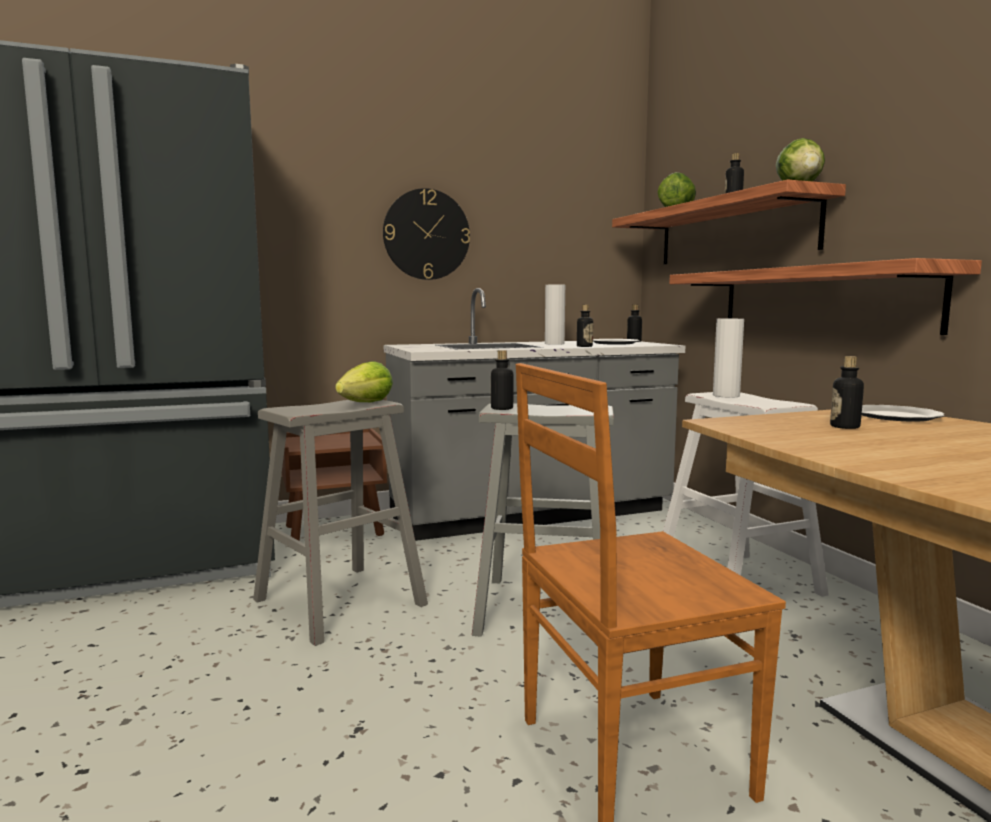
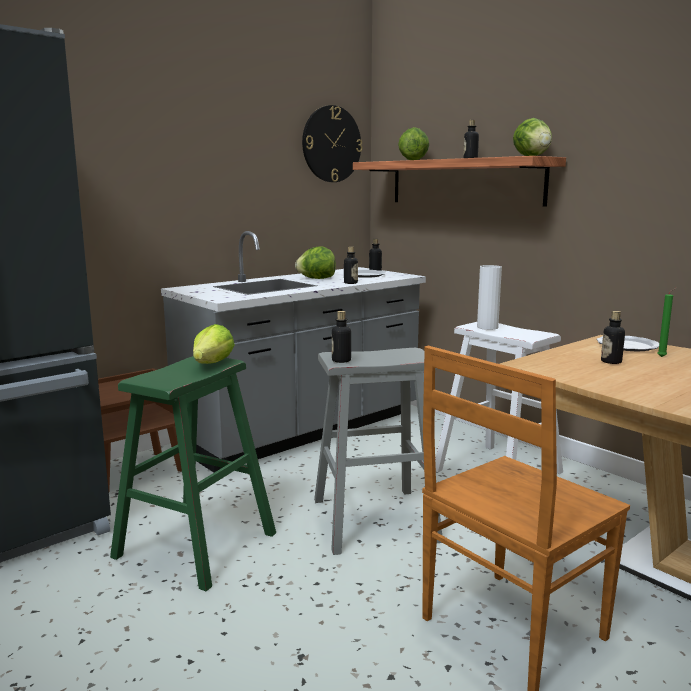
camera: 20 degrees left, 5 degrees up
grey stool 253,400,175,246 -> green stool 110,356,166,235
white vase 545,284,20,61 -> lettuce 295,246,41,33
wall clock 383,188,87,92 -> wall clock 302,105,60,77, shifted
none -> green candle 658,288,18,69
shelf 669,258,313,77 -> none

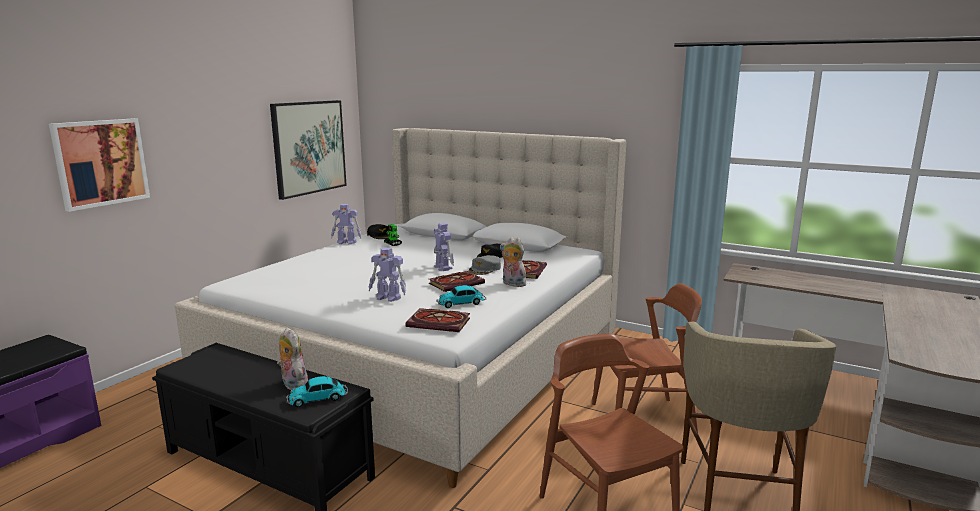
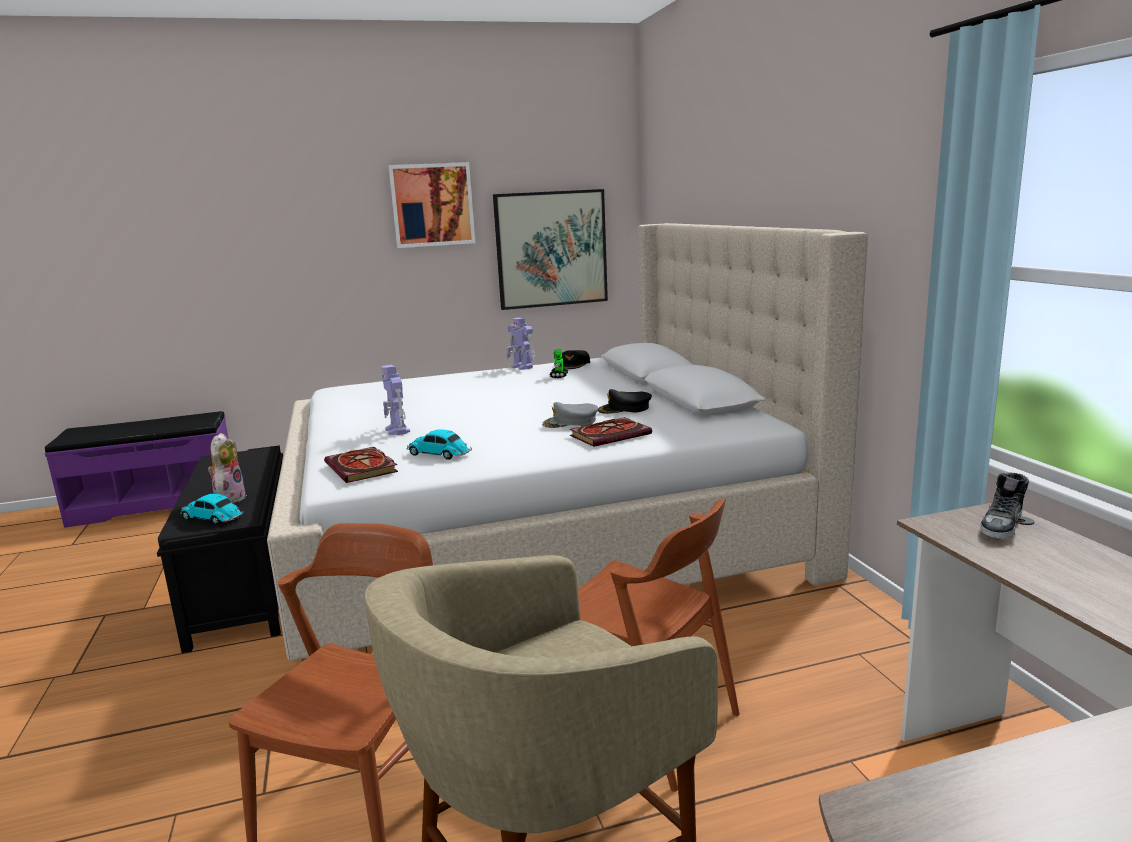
camera: 45 degrees right, 0 degrees up
picture 49,118,101,94 -> picture 388,162,87,86, shifted
none -> shoe 980,472,49,67
book 429,271,56,21 -> none
toy robot 434,223,20,48 -> none
plush toy 500,237,26,50 -> none

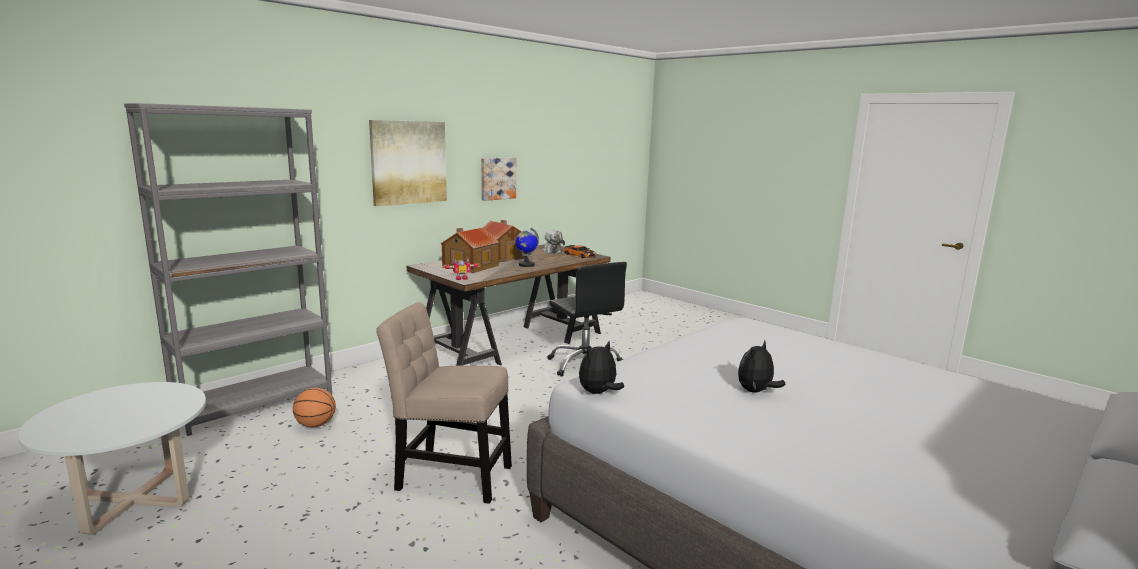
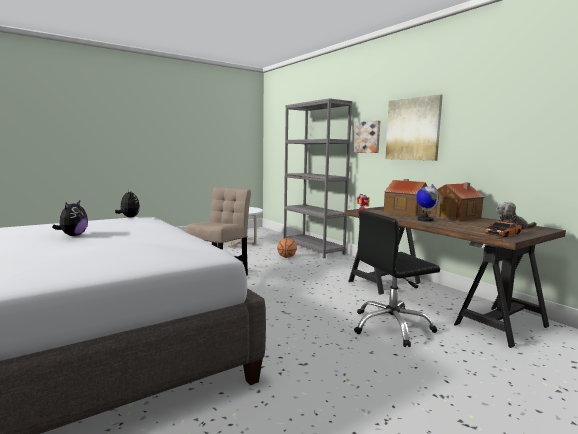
camera: 100 degrees right, 5 degrees down
plush toy 738,340,48,53 -> plush toy 52,200,36,36, 45 degrees clockwise
picture 481,158,35,43 -> picture 354,121,26,32, shifted

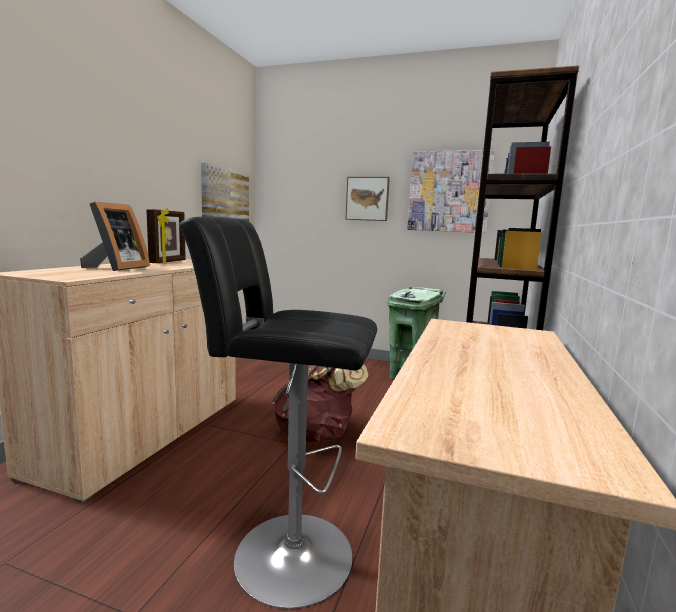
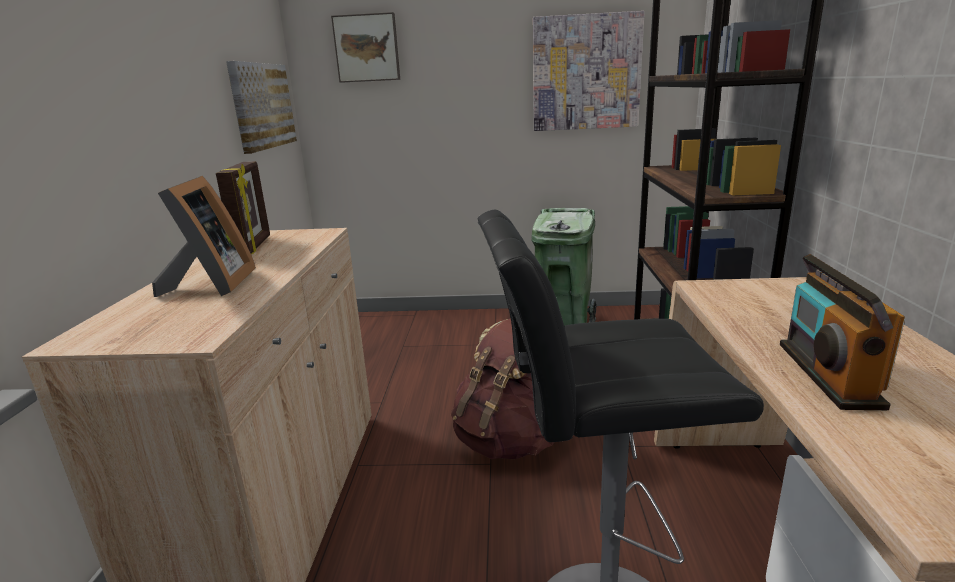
camera: 15 degrees left, 10 degrees up
picture 346,177,44,44 -> picture 331,12,69,71, shifted
none -> radio 780,254,125,156

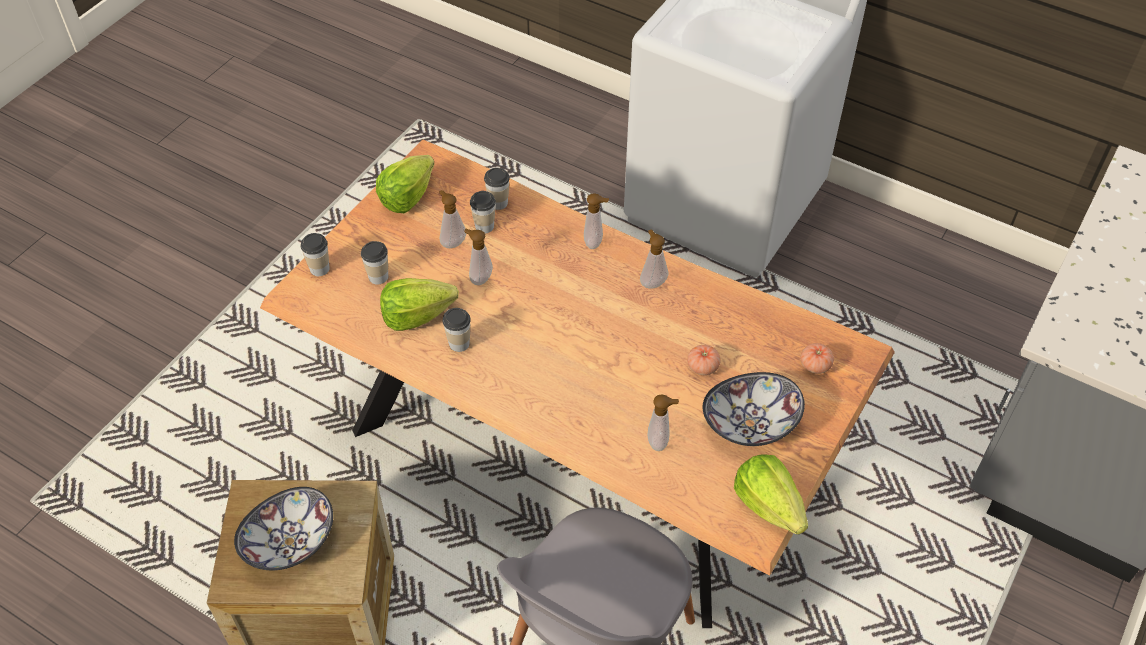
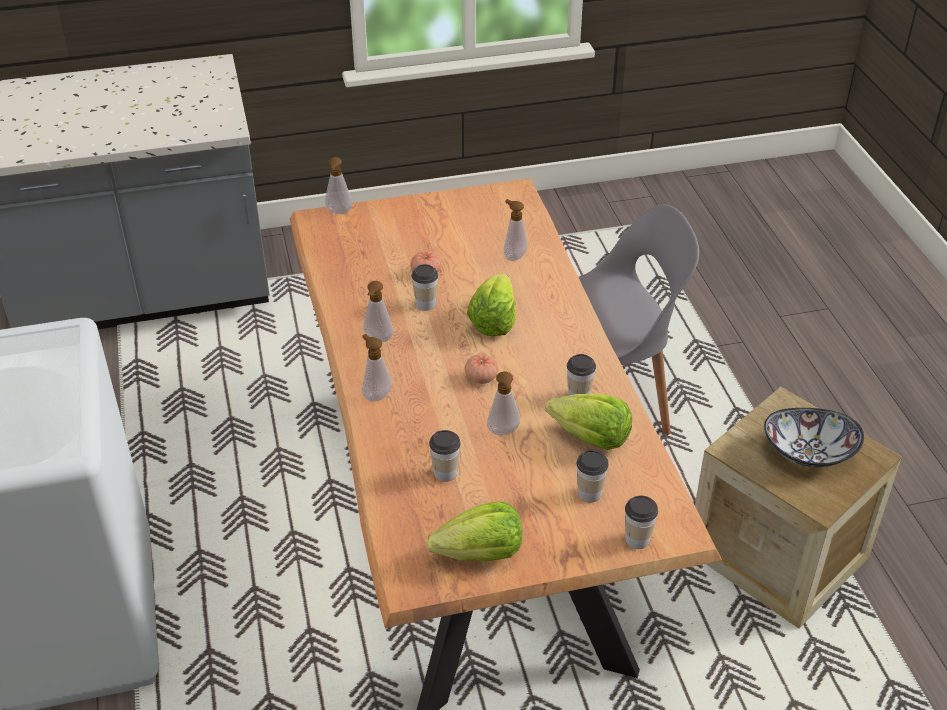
camera: 135 degrees left, 10 degrees down
soap dispenser 439,190,27,58 -> soap dispenser 325,157,28,57, shifted
cup 484,168,26,42 -> cup 411,264,27,47, shifted
tomato 800,343,34,31 -> tomato 465,354,33,30, shifted
lettuce 734,455,74,80 -> lettuce 467,273,49,63, shifted
bowl 703,372,102,74 -> none

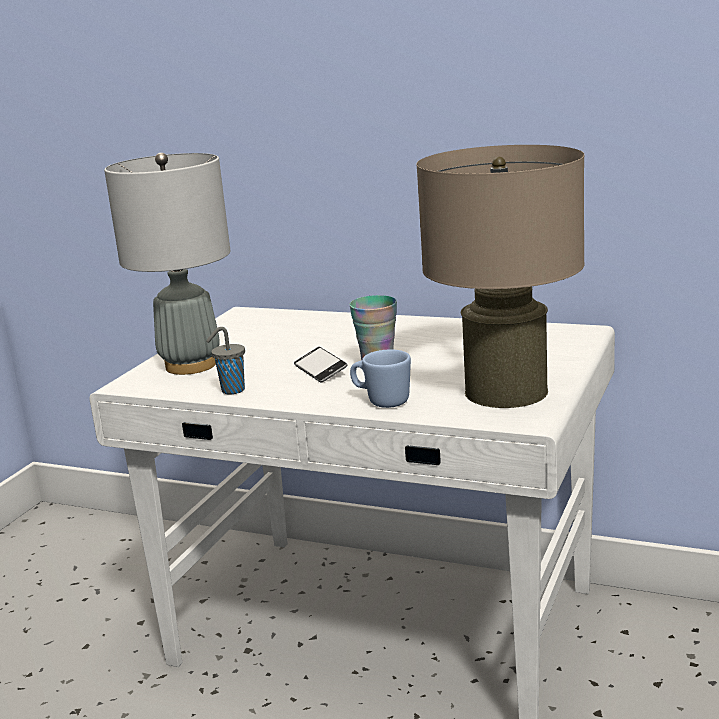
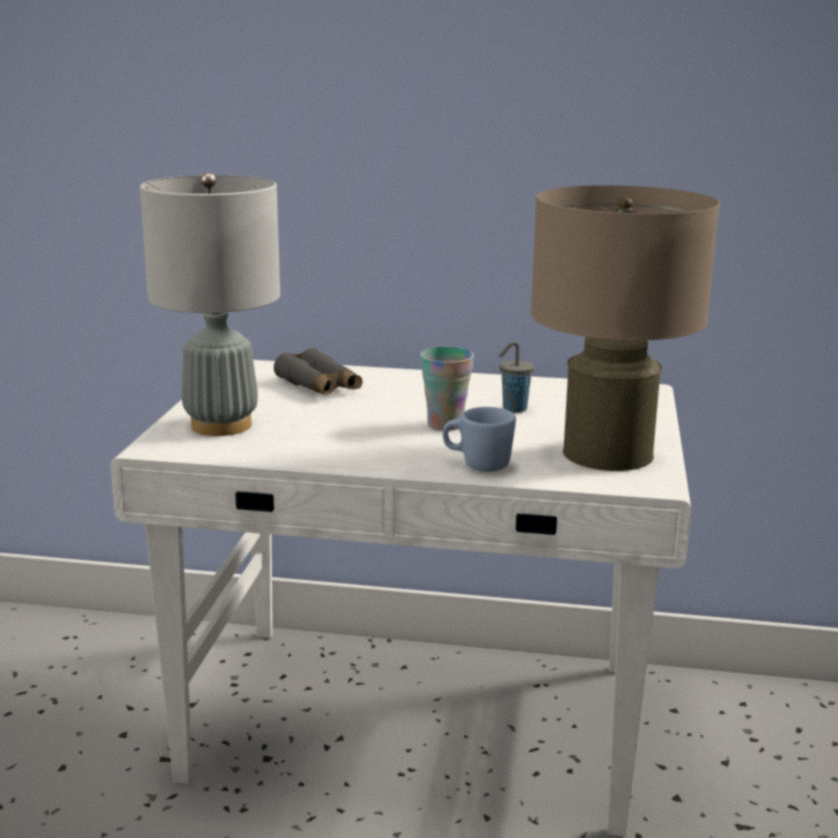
camera: 15 degrees left, 0 degrees up
none -> grey binoculars 274,348,89,47
grey cup 206,327,39,67 -> grey cup 499,341,35,71, shifted
phone 294,347,53,35 -> none

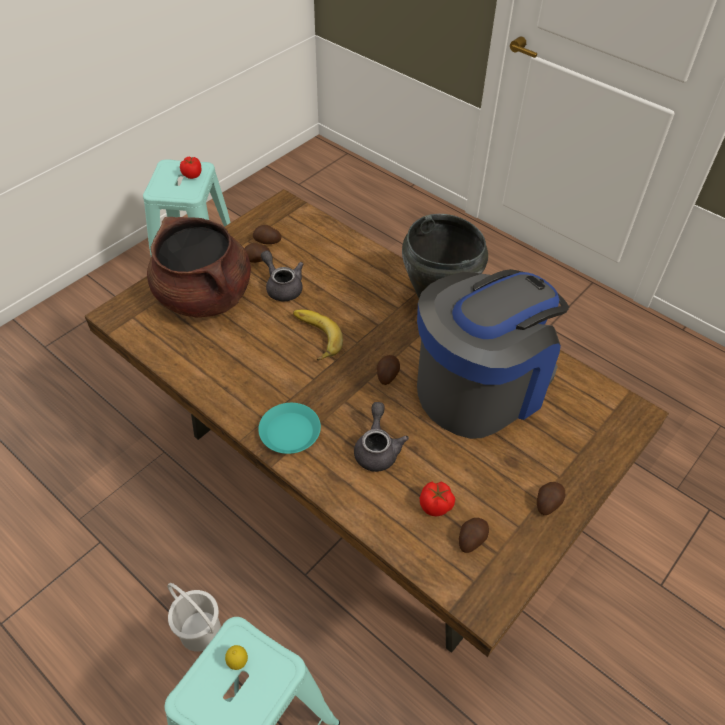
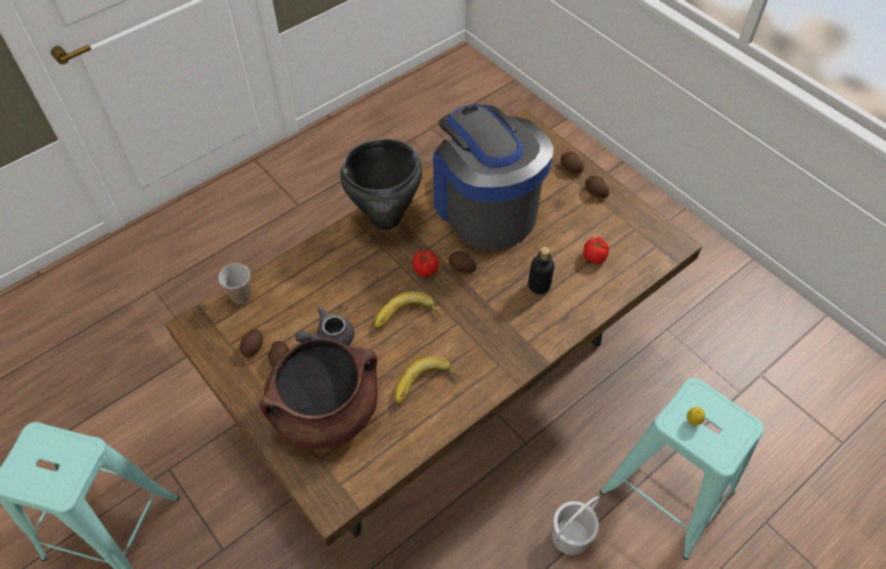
camera: 80 degrees left, 5 degrees up
none -> cup 219,263,33,41
none -> banana 394,356,65,49
tomato 180,157,22,22 -> tomato 413,251,26,26, shifted
grey teapot 354,402,55,70 -> bottle 528,247,27,47
potato 459,518,30,35 -> potato 560,152,24,22, shifted
turquoise plate 258,403,63,51 -> none

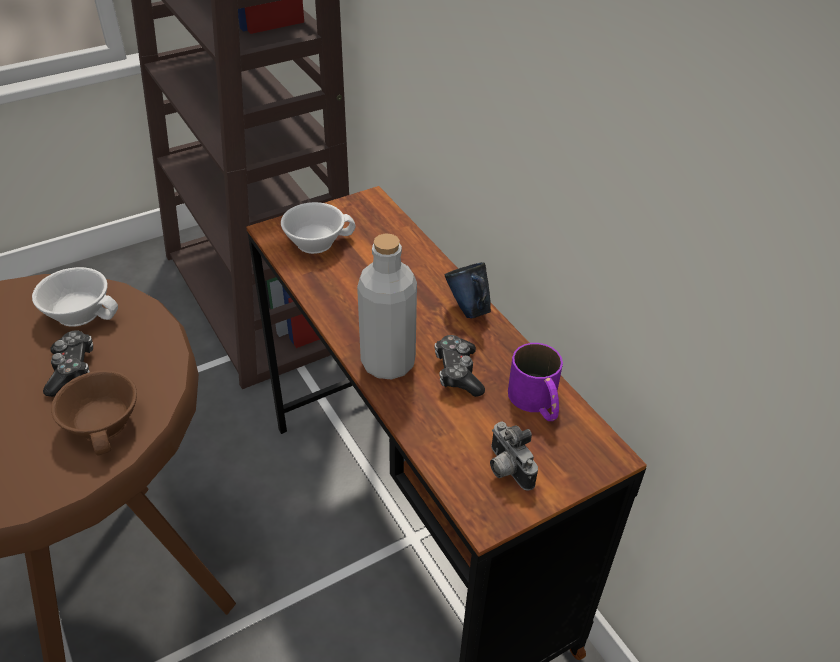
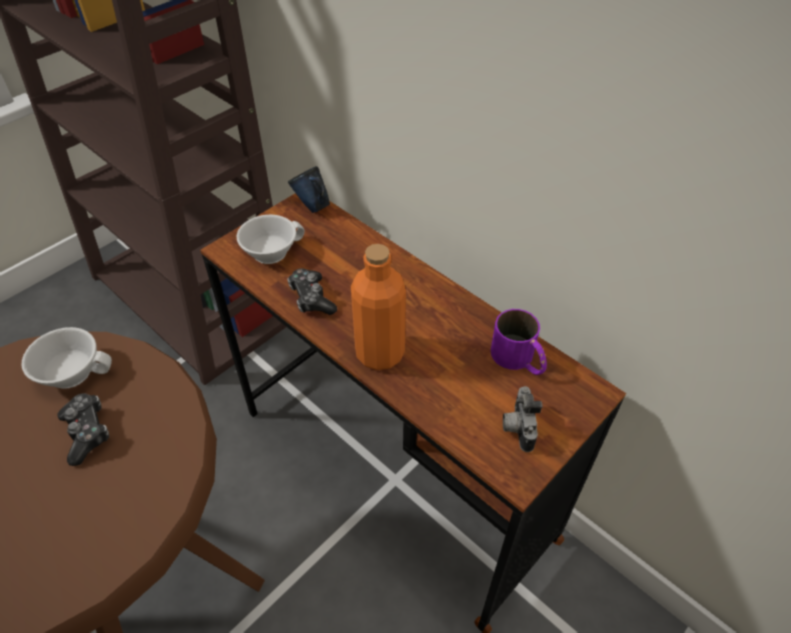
camera: 15 degrees left, 5 degrees up
game controller 435,335,50,62 -> game controller 287,268,50,47, shifted
blue mug 445,262,46,56 -> blue mug 288,166,42,47, shifted
grey bottle 357,233,60,147 -> orange bottle 351,244,55,126
photo camera 490,422,48,69 -> photo camera 503,386,40,66, 45 degrees clockwise
brown cup 51,370,86,85 -> none

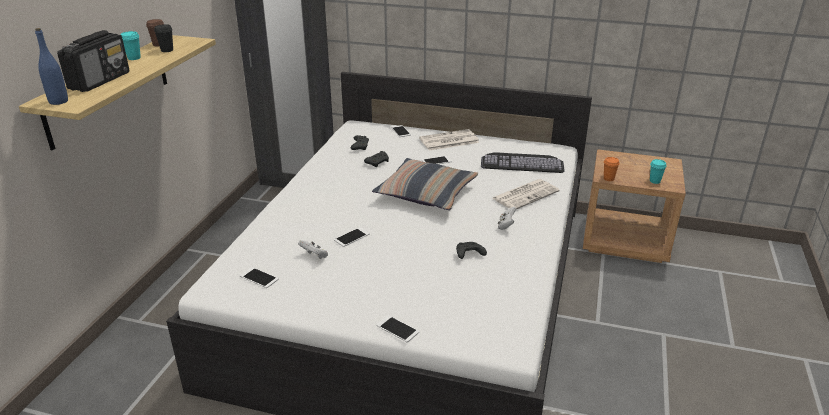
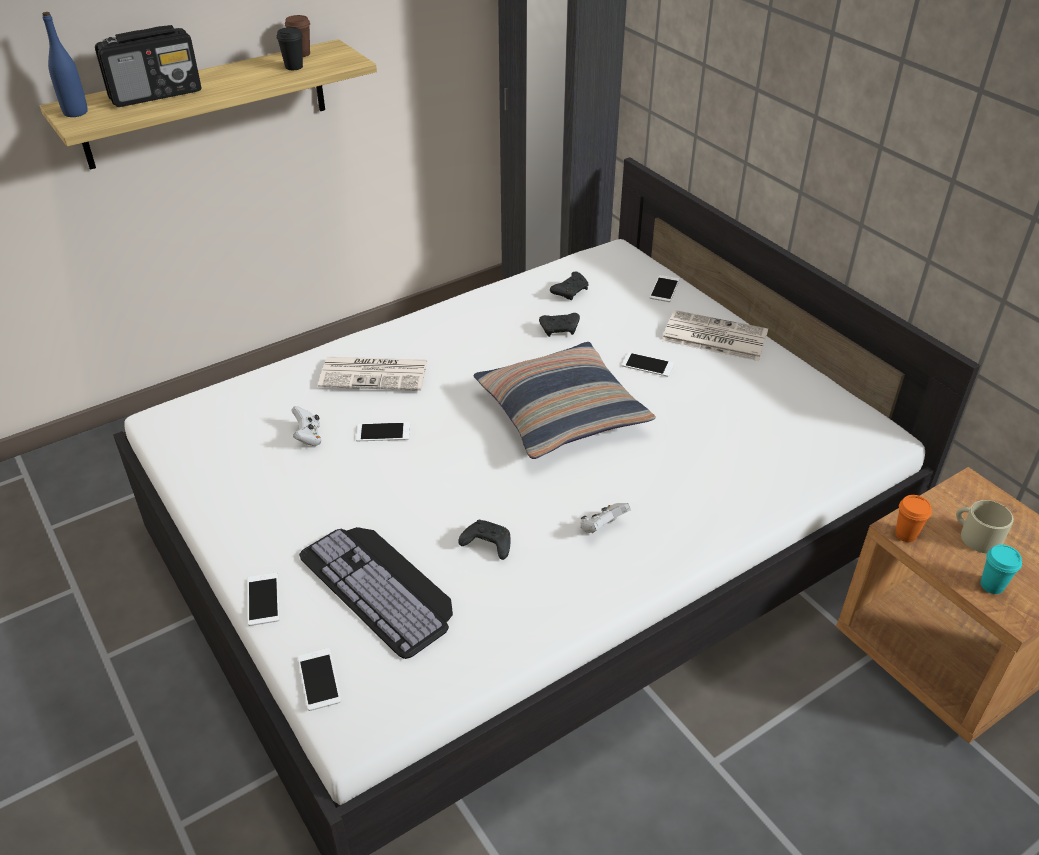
camera: 40 degrees right, 10 degrees up
phone 240,267,39,21 -> phone 298,648,43,63, shifted
keyboard 481,152,84,21 -> keyboard 299,527,154,132, shifted
newspaper 492,179,68,30 -> newspaper 318,357,109,34, shifted
none -> beige mug 956,500,58,53
turquoise cup 121,31,20,29 -> none

